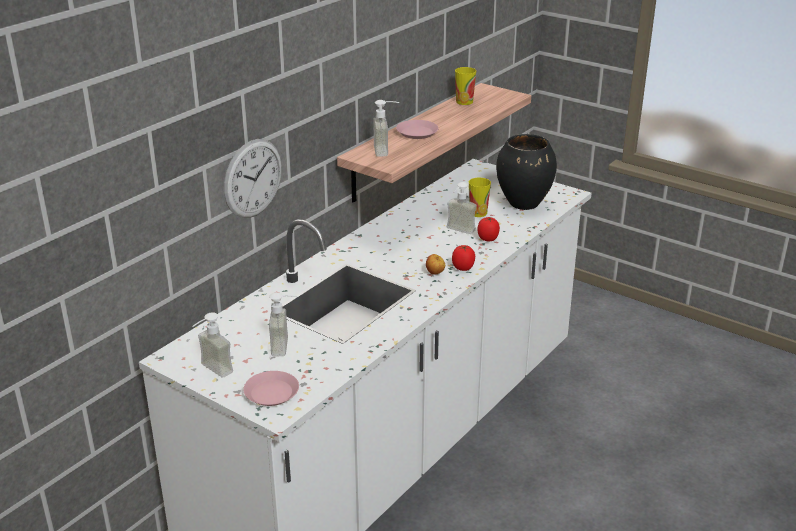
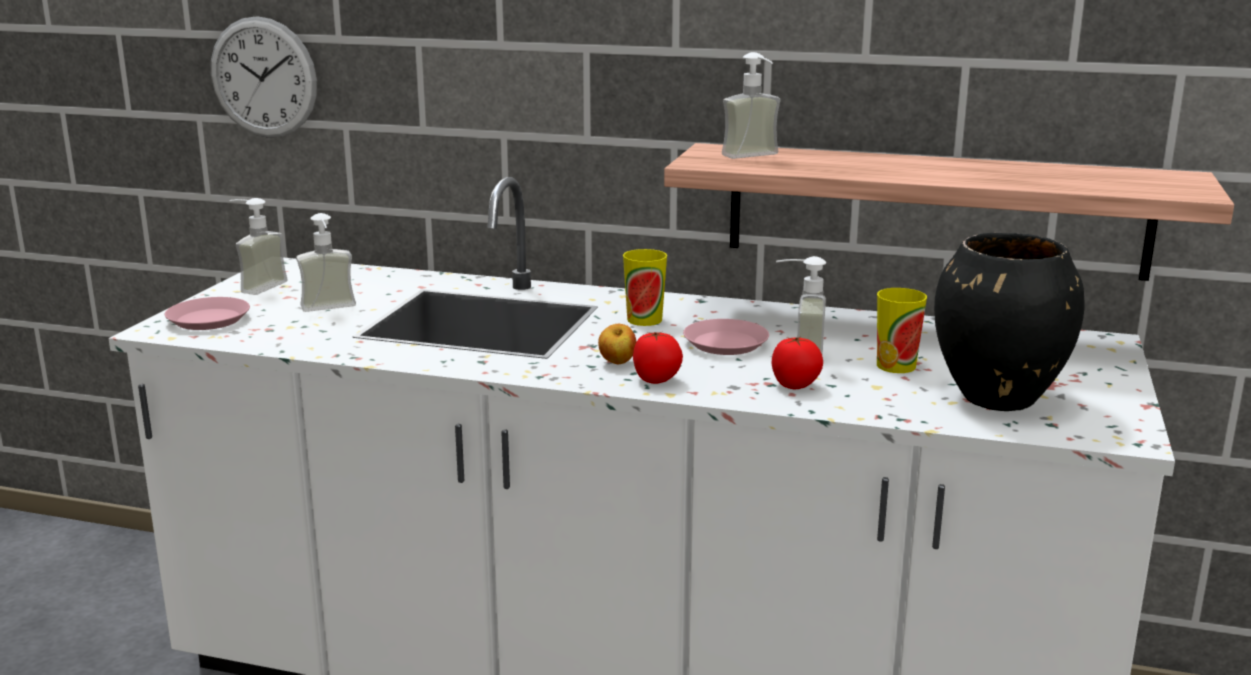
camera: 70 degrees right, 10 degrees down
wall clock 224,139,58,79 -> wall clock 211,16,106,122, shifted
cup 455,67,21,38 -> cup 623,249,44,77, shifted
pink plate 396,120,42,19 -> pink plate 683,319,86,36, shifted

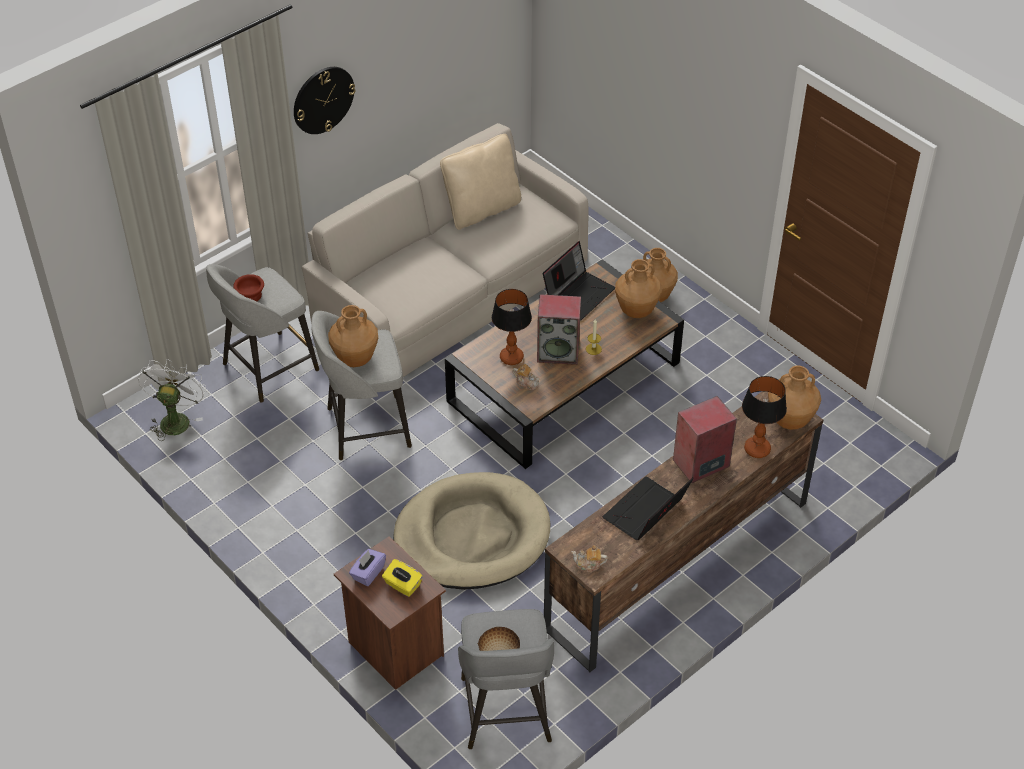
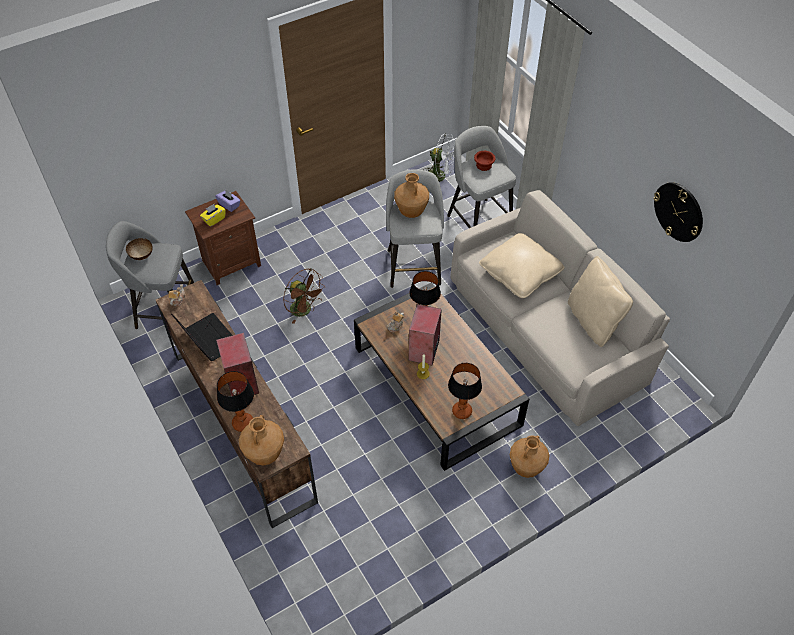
camera: 100 degrees right, 5 degrees up
beige dog bed 393,472,157,118 -> brown fan 283,268,43,56
brown vase 615,259,47,59 -> table lamp 448,363,34,56
none -> beige pillow 479,233,86,65
wall clock 294,67,62,67 -> wall clock 653,182,50,60, shifted
laptop 543,241,72,80 -> none

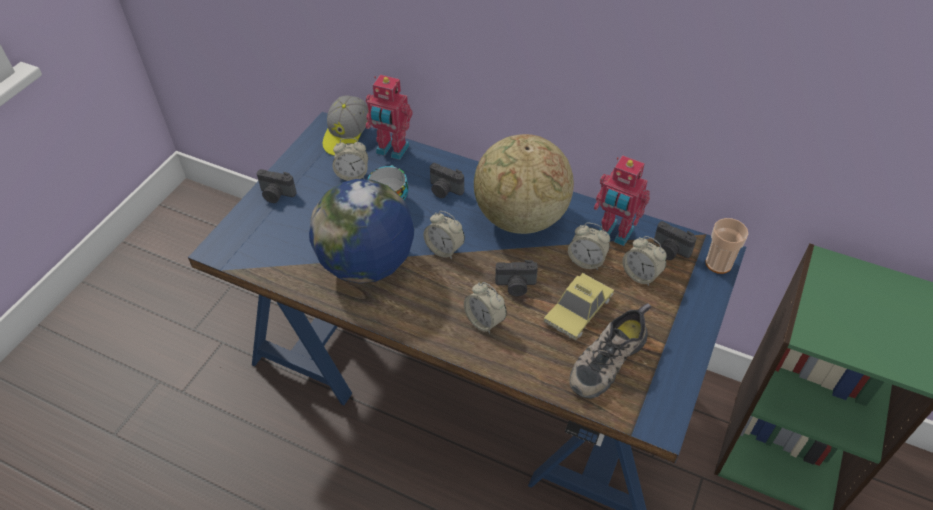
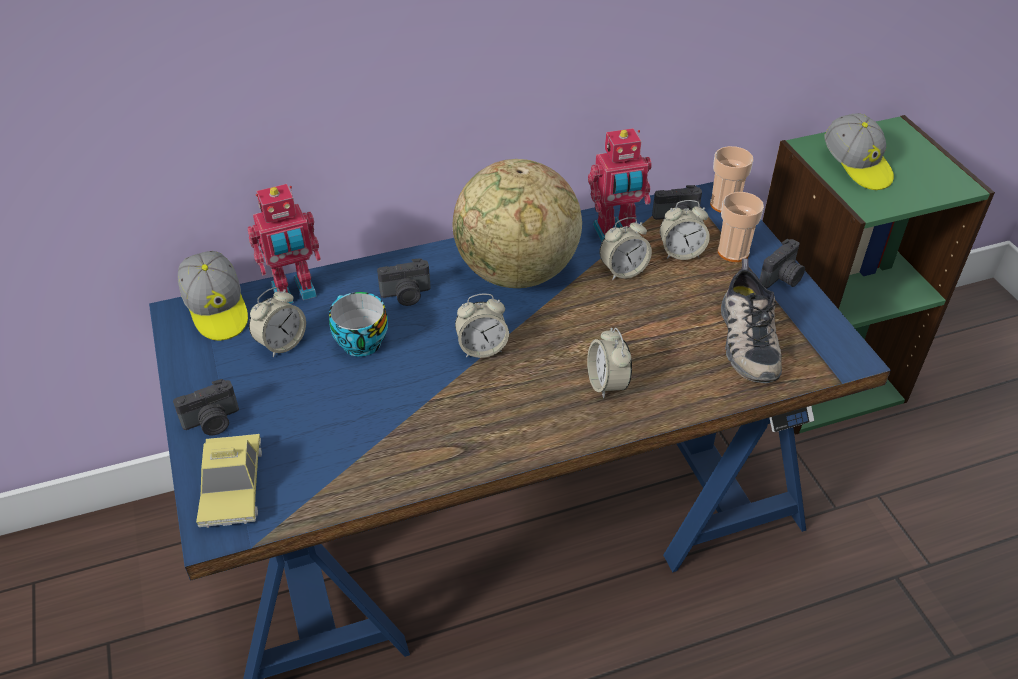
camera: 45 degrees left, 5 degrees down
toy car 544,273,70,67 -> toy car 196,434,66,94, shifted
alarm clock 464,282,43,52 -> alarm clock 587,328,45,71, 75 degrees clockwise
none -> cup 718,192,46,70
photo camera 495,260,43,36 -> photo camera 759,239,46,49, shifted
none -> cap 824,113,70,77
globe 309,179,105,105 -> none

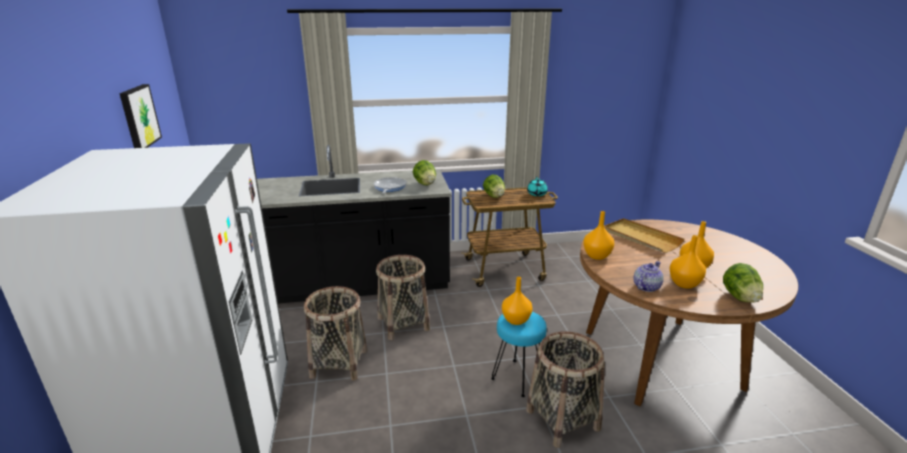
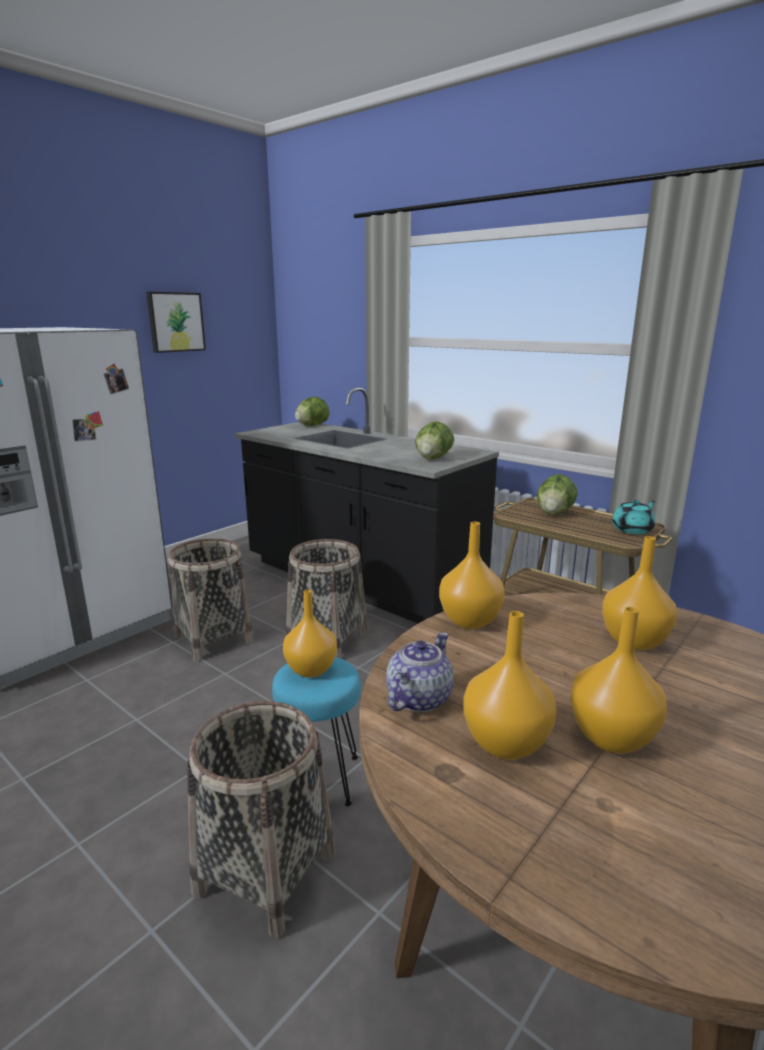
camera: 50 degrees right, 5 degrees down
lettuce 723,263,40,40 -> lettuce 295,397,35,29, shifted
teapot 634,261,30,31 -> teapot 386,632,68,80, 60 degrees counterclockwise
beige tray 604,218,80,35 -> orange vase 602,536,75,114
frying pan 374,177,32,17 -> none

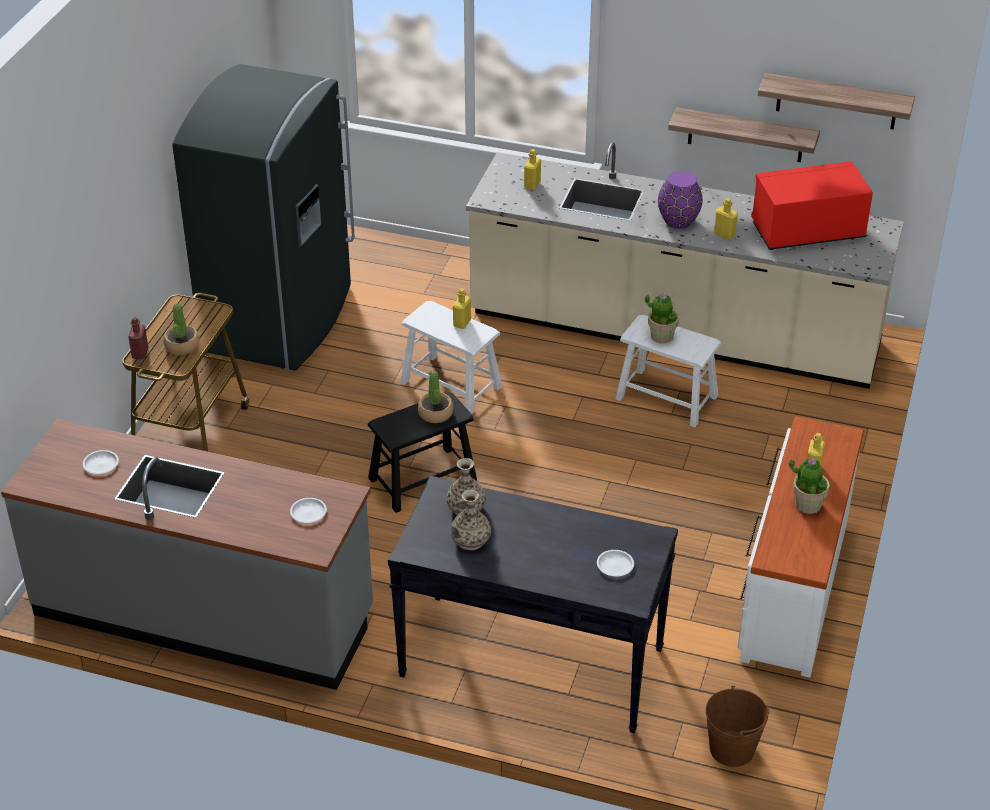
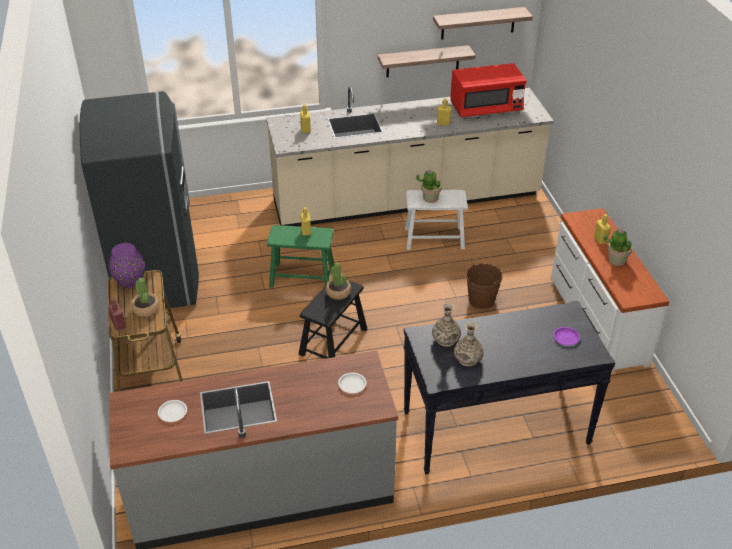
camera: 30 degrees left, 0 degrees up
purple vase 658,171,45,58 -> purple vase 109,243,36,45, shifted
white stool 400,301,102,113 -> green stool 267,225,67,63
red microwave 751,161,122,89 -> red microwave 450,63,77,54, 150 degrees counterclockwise
brown bucket 706,686,64,81 -> brown bucket 466,263,37,46, shifted
white plate 597,550,37,27 -> purple plate 553,327,27,18

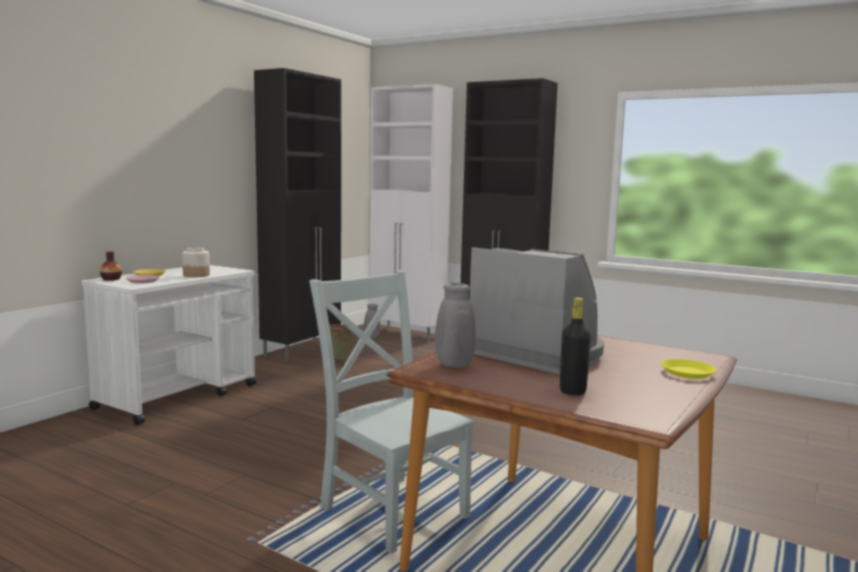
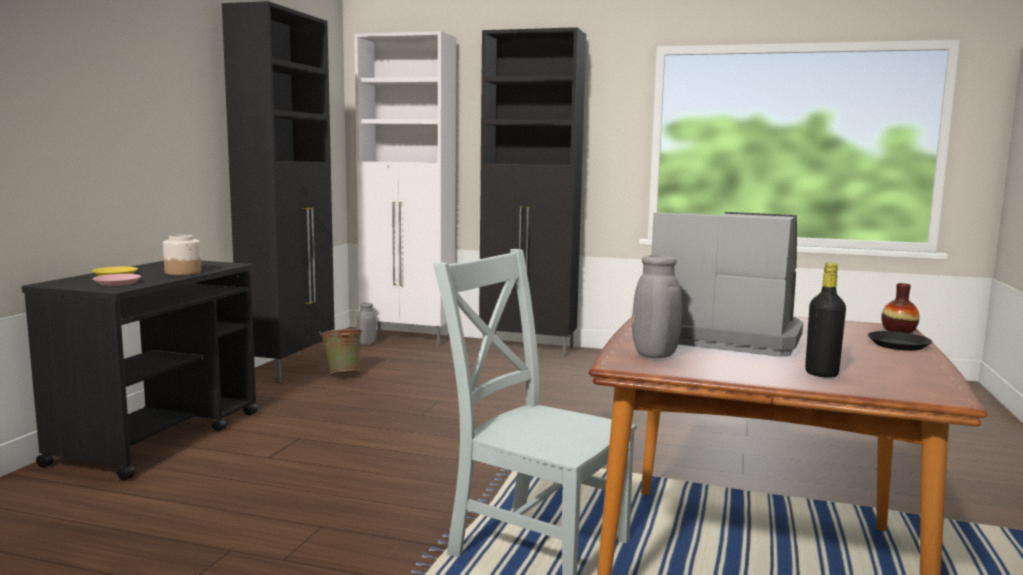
camera: 15 degrees left, 0 degrees up
white cart 81,265,175,160 -> black cart 22,261,236,220
yellow plate 661,359,56,20 -> black plate 868,331,64,20
vase 100,251,22,30 -> vase 881,283,39,50, shifted

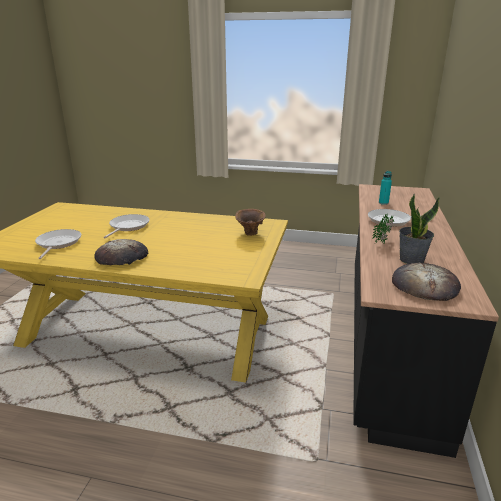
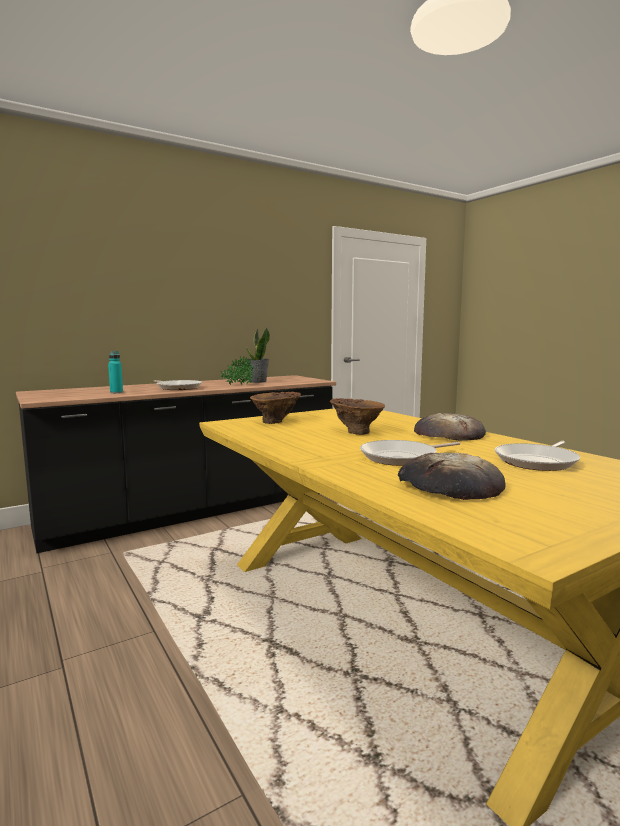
camera: 135 degrees left, 15 degrees down
none -> brown vase 330,398,55,37
bread 392,262,69,39 -> bread 398,453,108,47, shifted

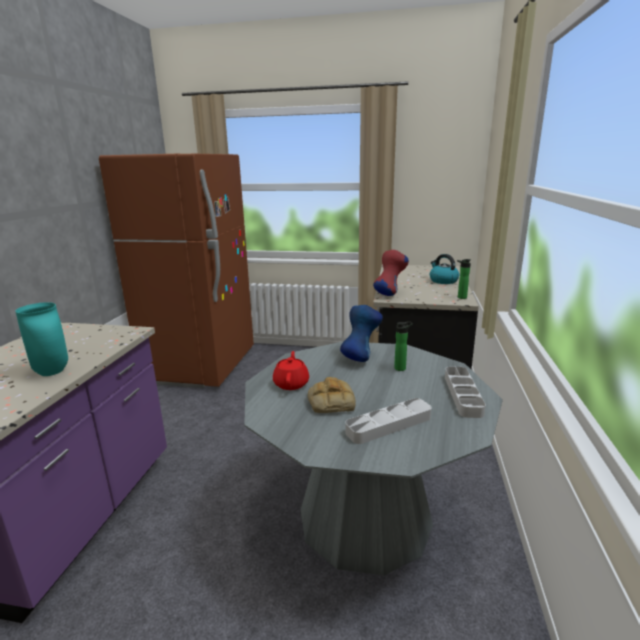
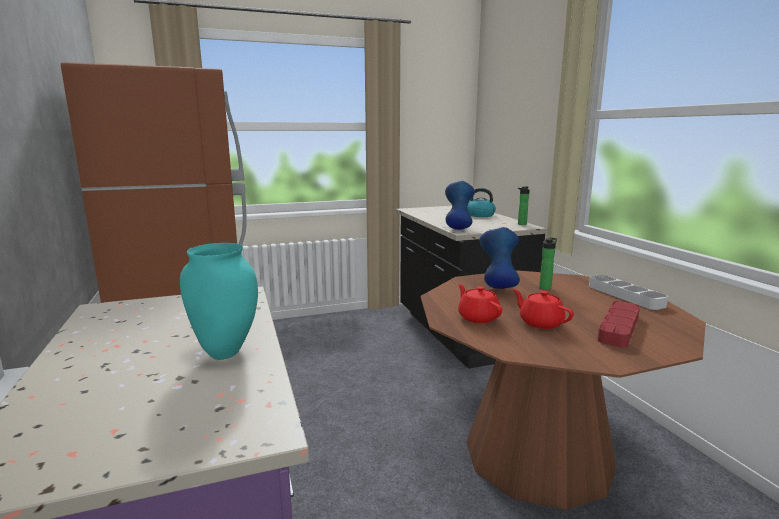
camera: 30 degrees left, 5 degrees down
grey dining table 244,341,259,234 -> brown dining table 421,270,285,240
red vase 373,250,36,46 -> blue vase 445,181,30,49
bread 308,377,48,36 -> red teapot 513,289,61,40
grey tray 345,398,86,46 -> red tray 598,301,42,46

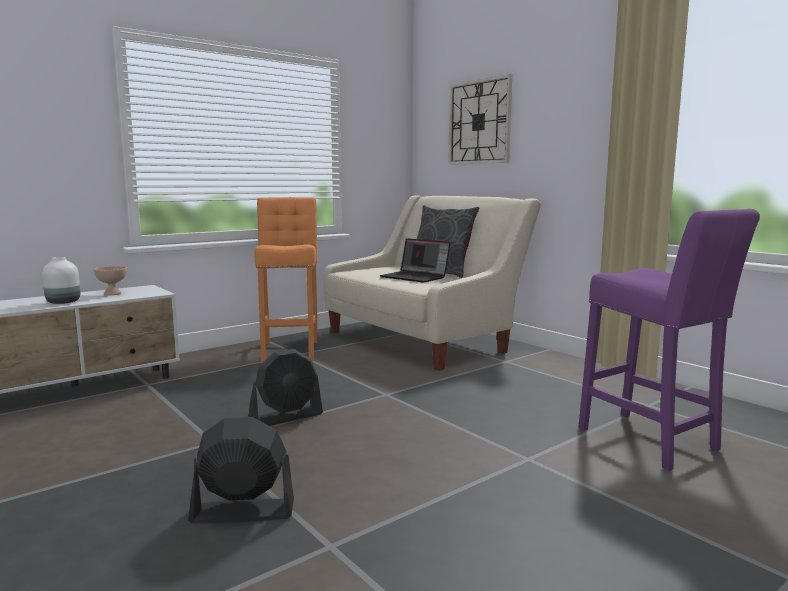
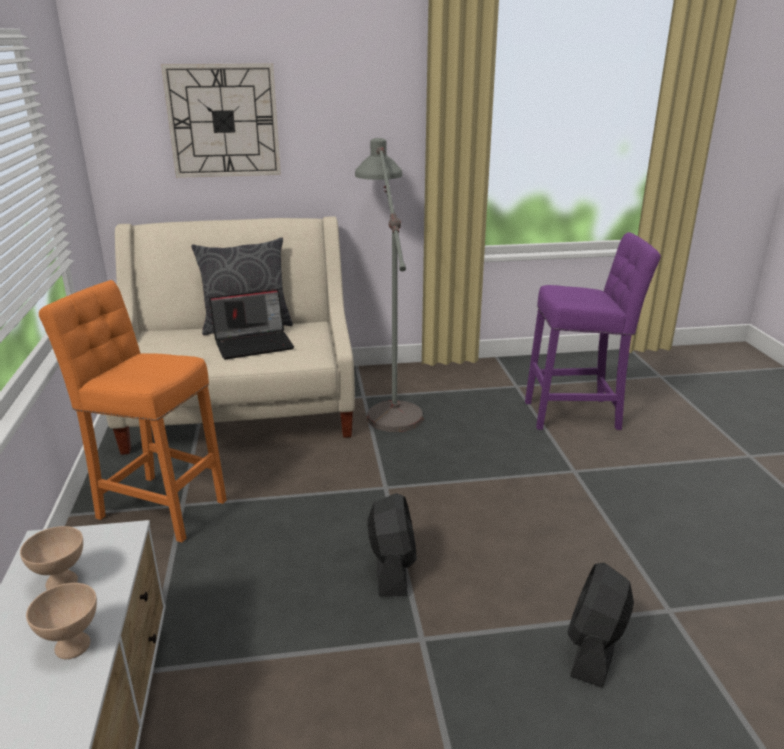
camera: 60 degrees left, 15 degrees up
white vase 42,257,38,47 -> beige bowl 26,583,71,76
none -> grey floor lamp 355,138,69,294

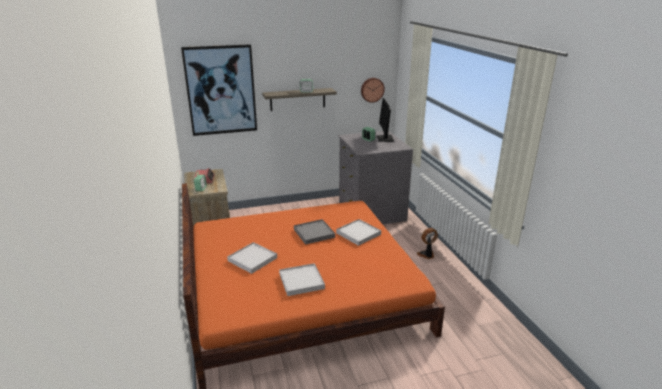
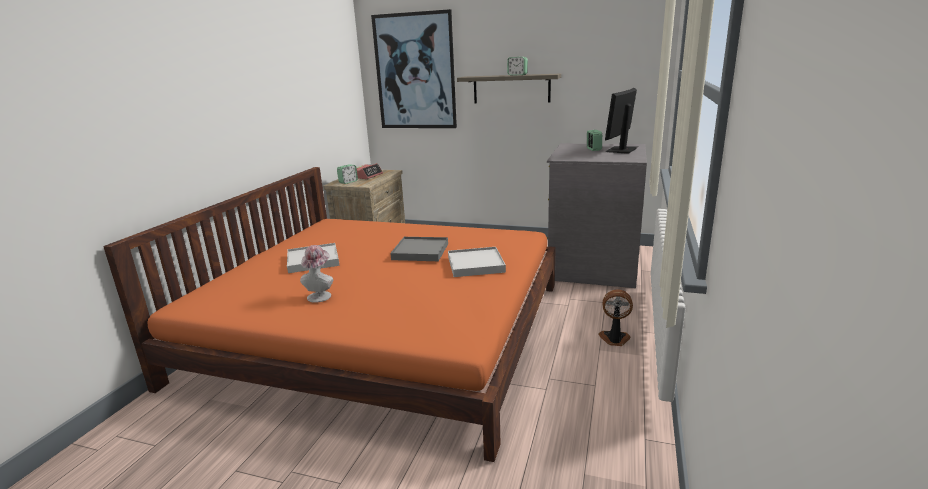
camera: 35 degrees right, 5 degrees down
white tray 279,263,46,33 -> hat 300,245,33,58
wall clock 361,78,24,25 -> none

